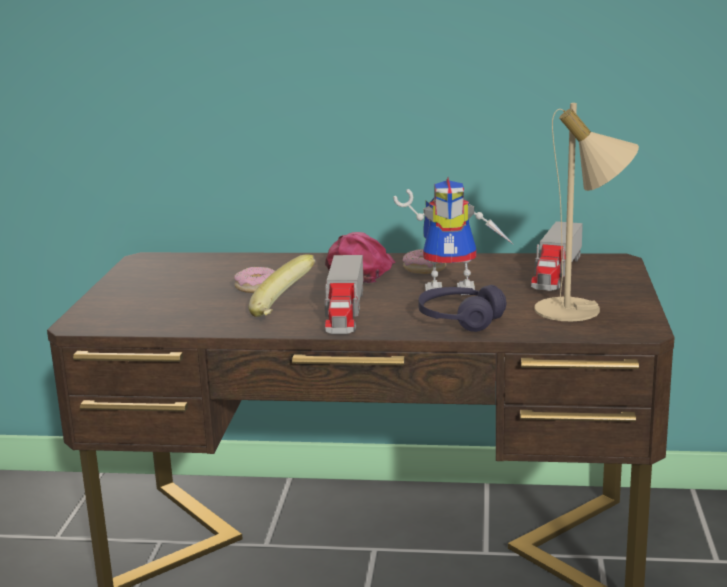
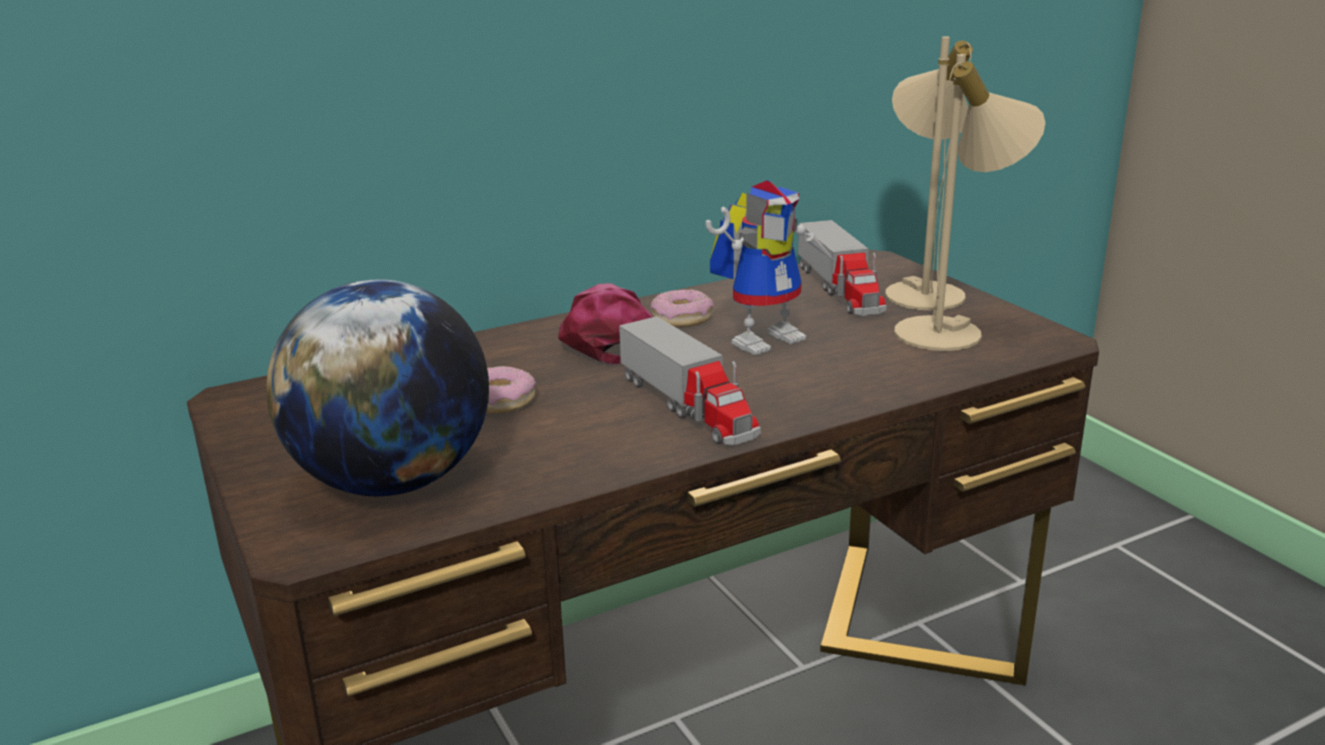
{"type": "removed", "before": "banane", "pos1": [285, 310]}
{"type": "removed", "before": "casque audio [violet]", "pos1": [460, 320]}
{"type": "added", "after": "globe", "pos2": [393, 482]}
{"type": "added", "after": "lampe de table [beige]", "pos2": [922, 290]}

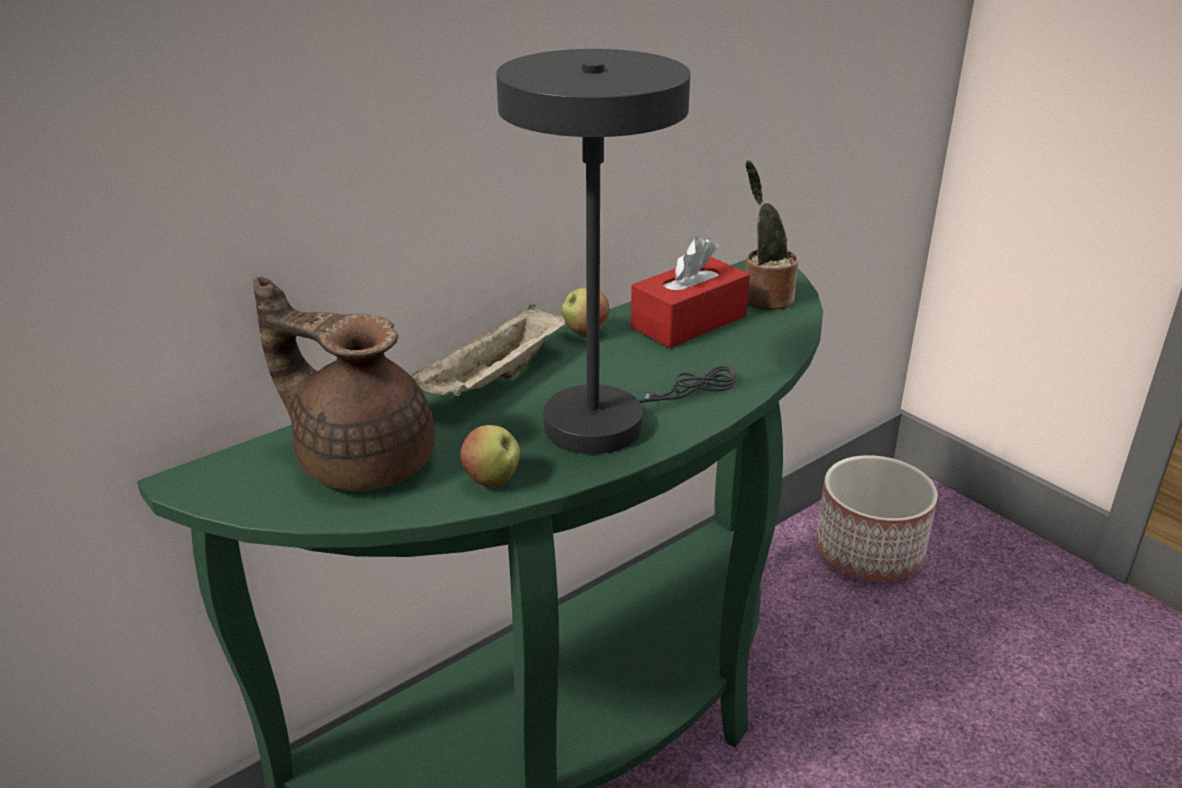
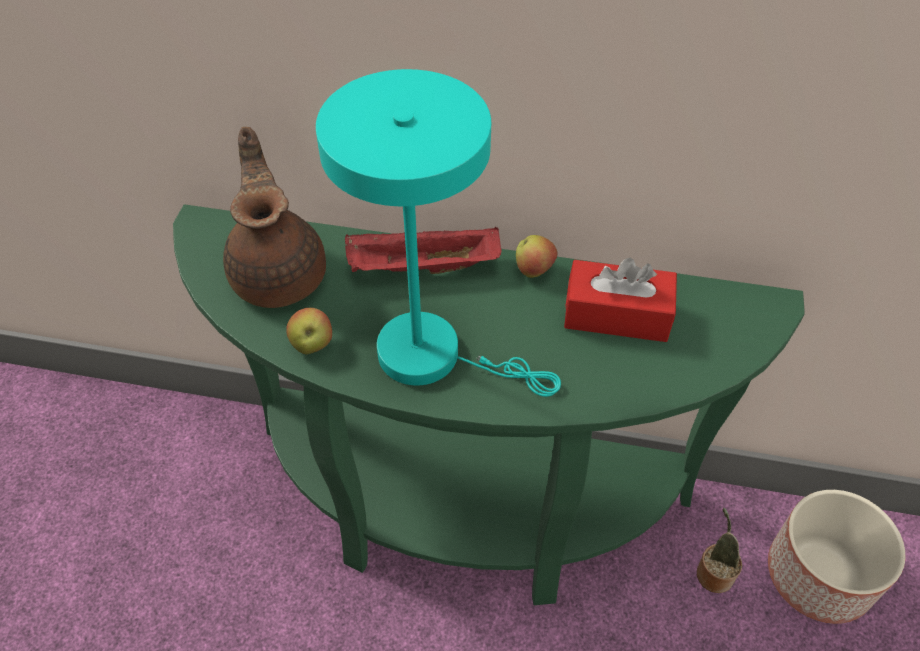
{"type": "moved", "before": "plante en pot", "pos1": [764, 298], "pos2": [713, 572]}
{"type": "recoloured", "before": "plateau [beige]", "after": "plateau [rouge]", "pos1": [493, 381], "pos2": [421, 268]}
{"type": "recoloured", "before": "lampe de table [gris]", "after": "lampe de table [turquoise]", "pos1": [608, 420], "pos2": [433, 355]}

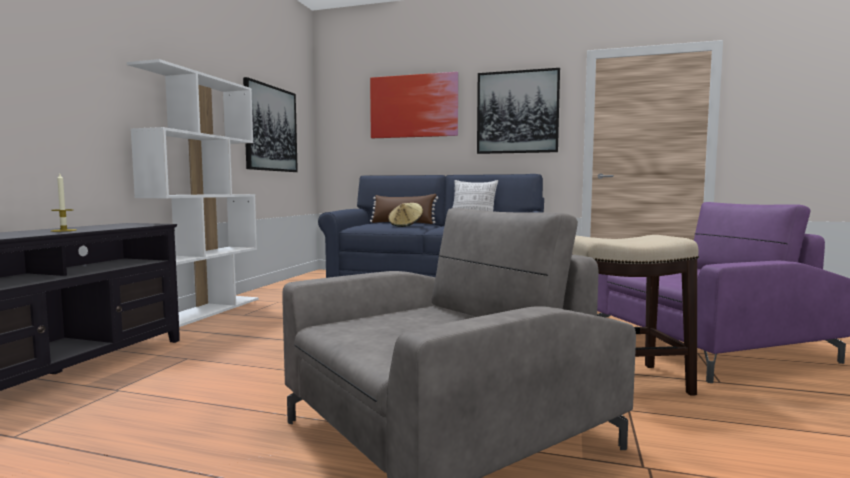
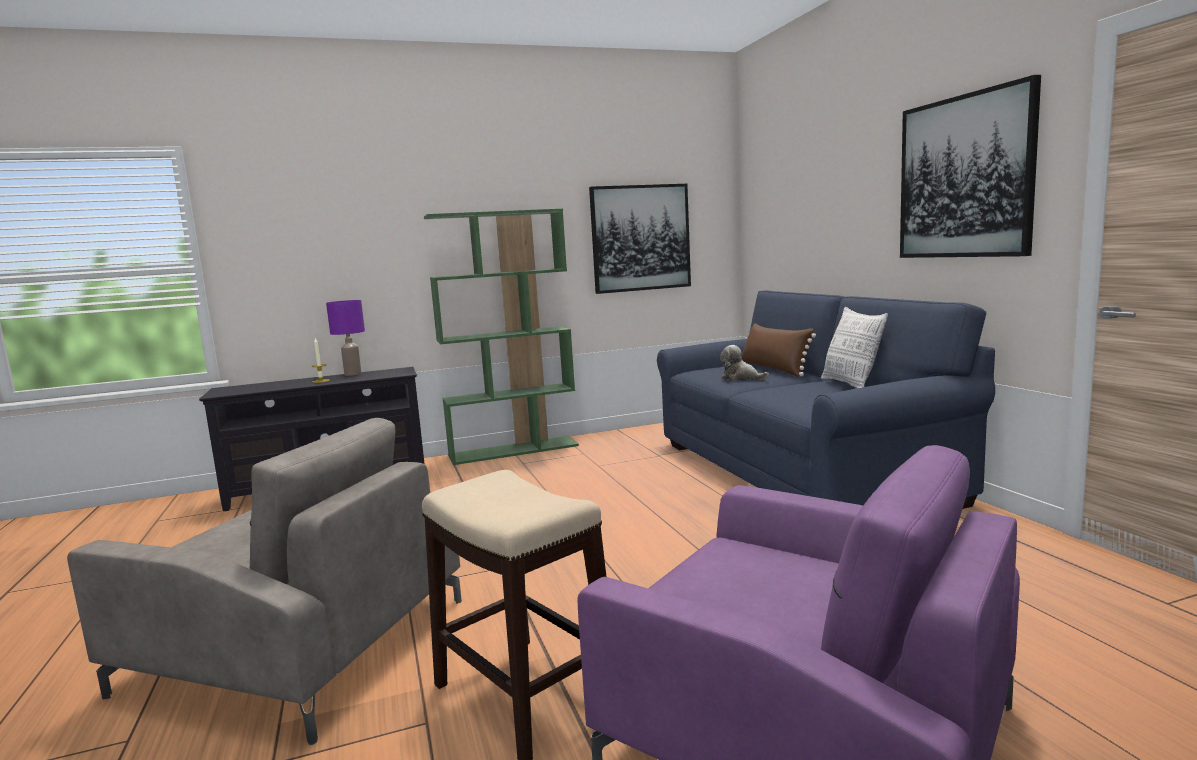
{"type": "removed", "before": "tableau", "pos1": [414, 106]}
{"type": "added", "after": "lampe de table [violet]", "pos2": [353, 374]}
{"type": "replaced", "before": "chapeau [beige]", "after": "peluche", "pos1": [406, 225], "pos2": [741, 378]}
{"type": "recoloured", "before": "bibliothèque [blanc]", "after": "bibliothèque [vert]", "pos1": [206, 311], "pos2": [514, 450]}

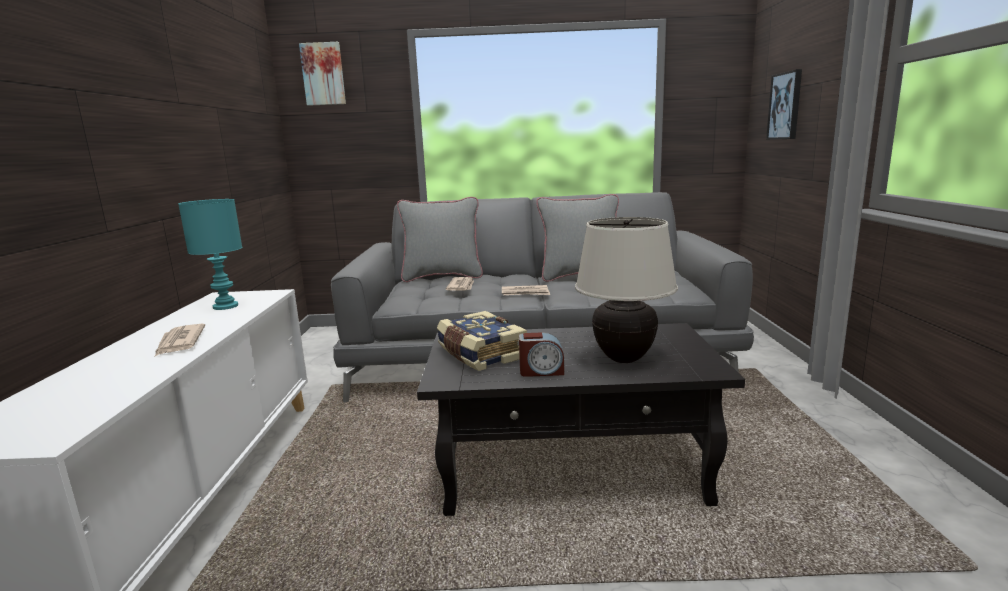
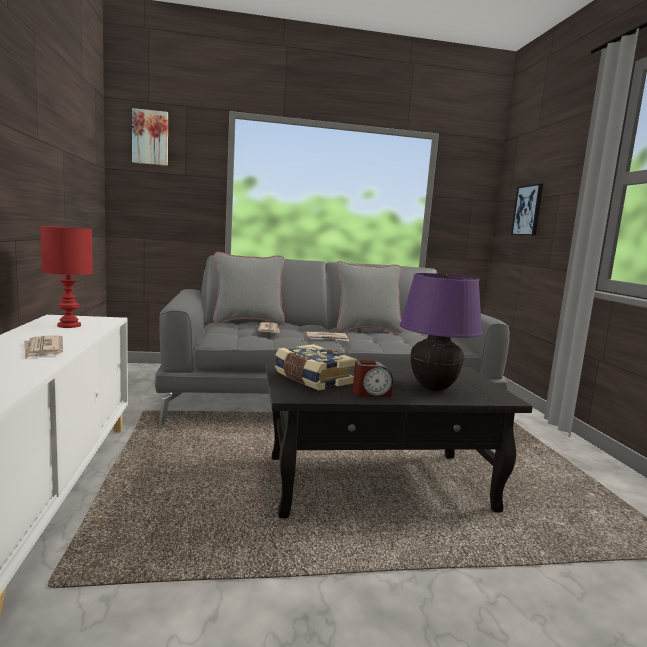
{"type": "recoloured", "before": "lampe de table [turquoise]", "after": "lampe de table [rouge]", "pos1": [226, 306], "pos2": [70, 325]}
{"type": "recoloured", "before": "lampe de table [beige]", "after": "lampe de table [violet]", "pos1": [623, 359], "pos2": [433, 388]}

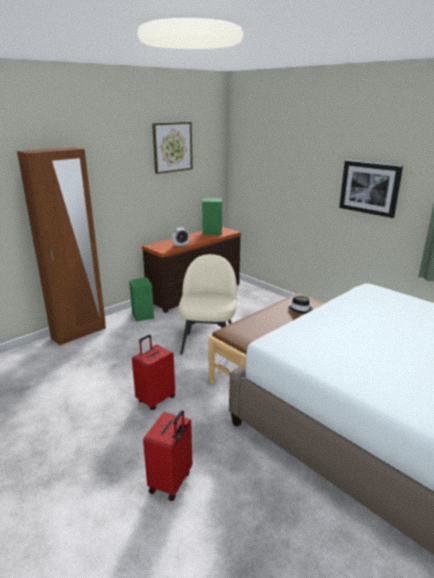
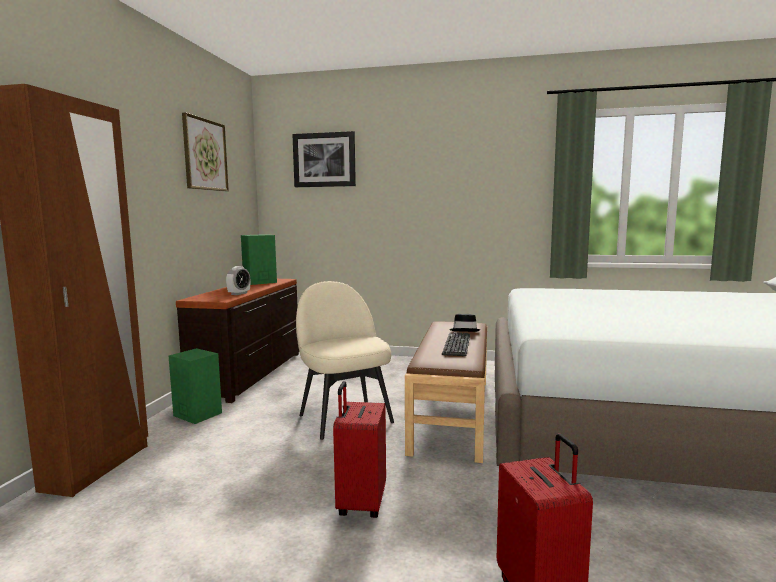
{"type": "added", "after": "clavier", "pos2": [456, 345]}
{"type": "moved", "before": "tableau", "pos1": [369, 188], "pos2": [324, 160]}

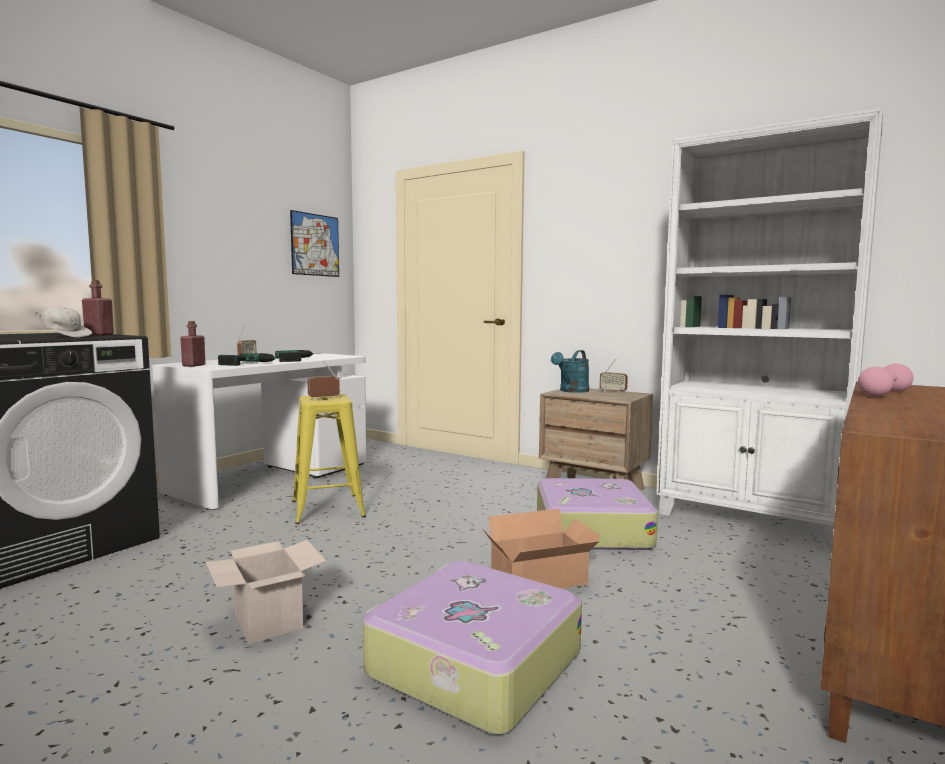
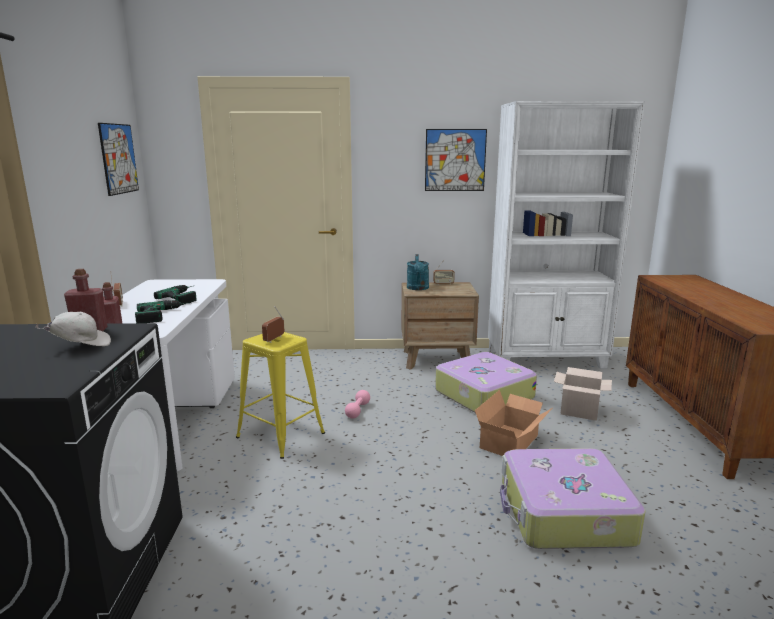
{"type": "added", "after": "tableau", "pos2": [455, 160]}
{"type": "moved", "before": "carton", "pos1": [266, 621], "pos2": [578, 411]}
{"type": "moved", "before": "haltère [rose]", "pos1": [884, 394], "pos2": [358, 410]}

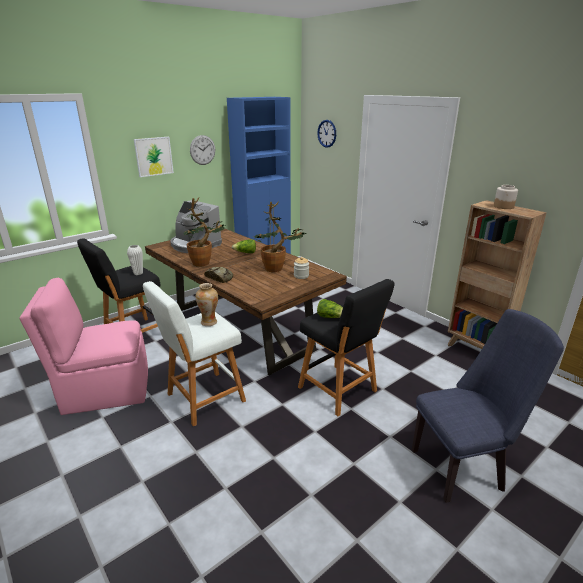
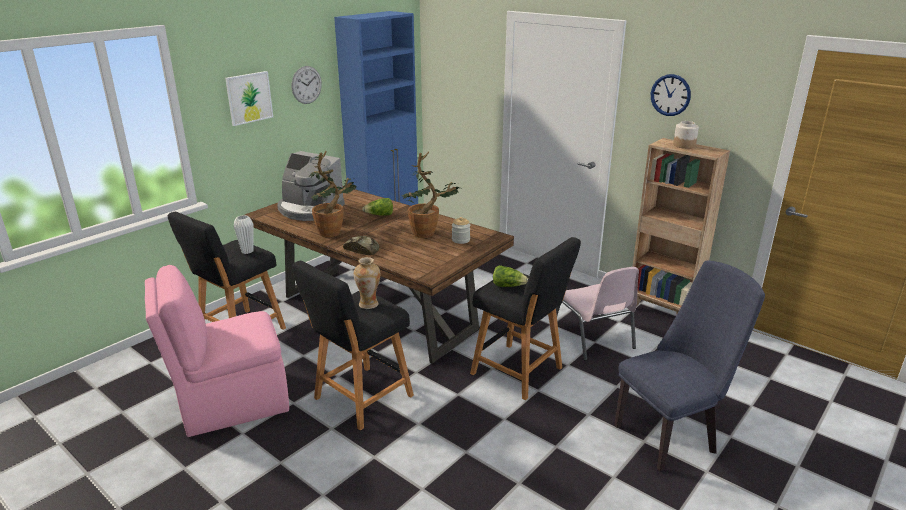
{"type": "added", "after": "chaise [rose]", "pos2": [593, 338]}
{"type": "moved", "before": "horloge murale", "pos1": [327, 133], "pos2": [670, 95]}
{"type": "recoloured", "before": "tabouret [blanc]", "after": "tabouret [noir]", "pos1": [202, 399], "pos2": [360, 399]}

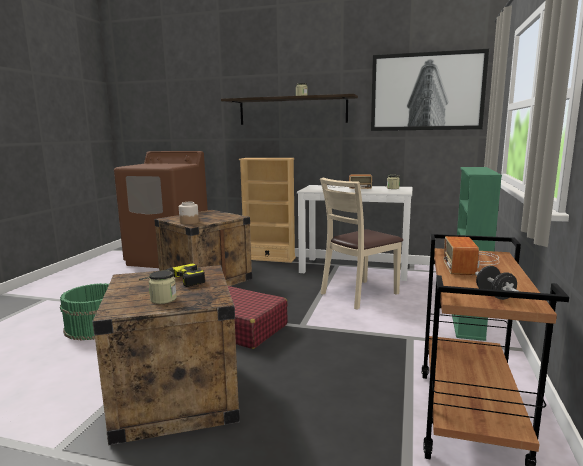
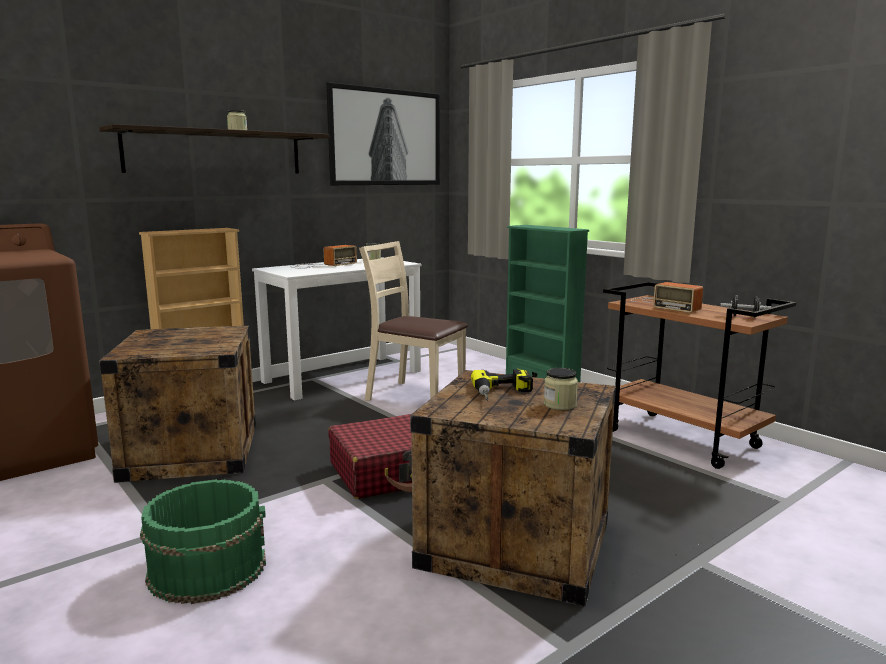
{"type": "removed", "before": "bocal", "pos1": [189, 222]}
{"type": "turned", "before": "chaise [beige]", "pos1": [359, 294], "pos2": [414, 396], "turn": 120}

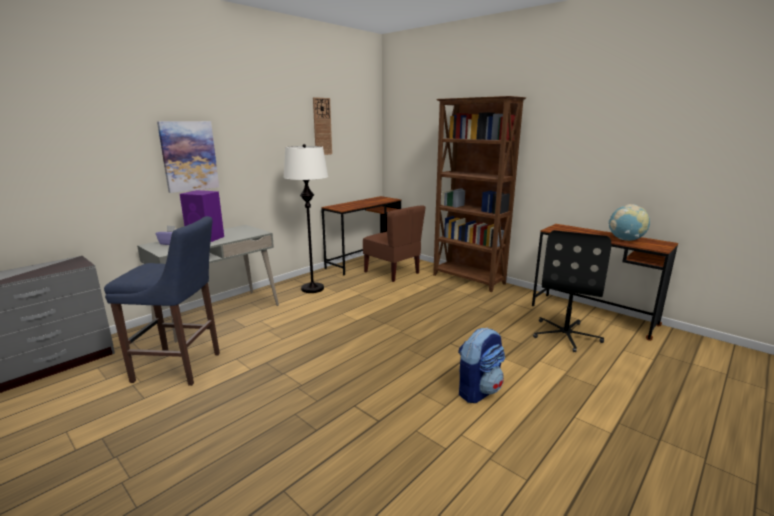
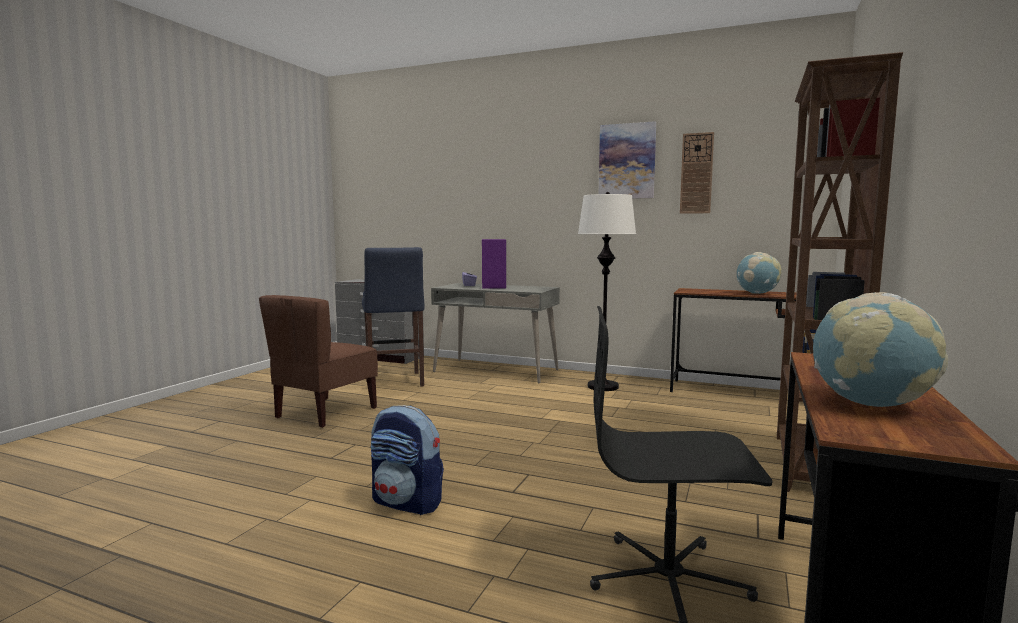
{"type": "added", "after": "globe", "pos2": [757, 293]}
{"type": "moved", "before": "tableau", "pos1": [189, 156], "pos2": [627, 161]}
{"type": "moved", "before": "chaise [marron]", "pos1": [392, 272], "pos2": [325, 413]}

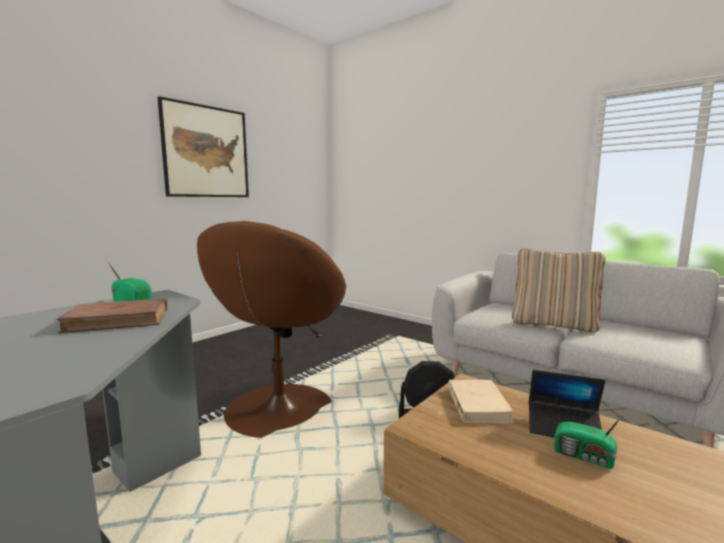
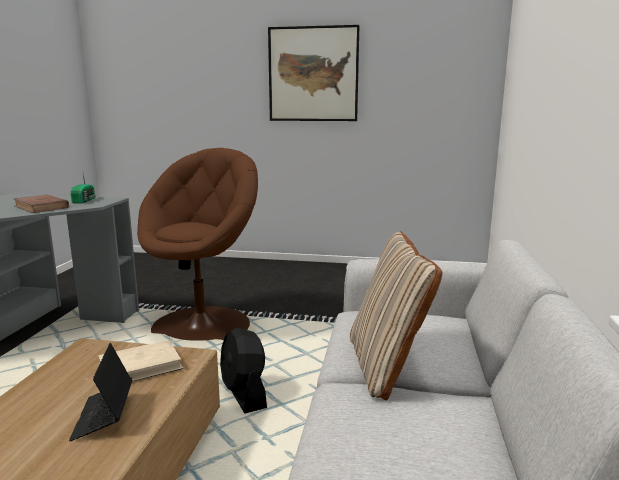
{"type": "removed", "before": "radio", "pos1": [585, 457]}
{"type": "turned", "before": "fauteuil [marron]", "pos1": [278, 409], "pos2": [202, 325], "turn": 135}

